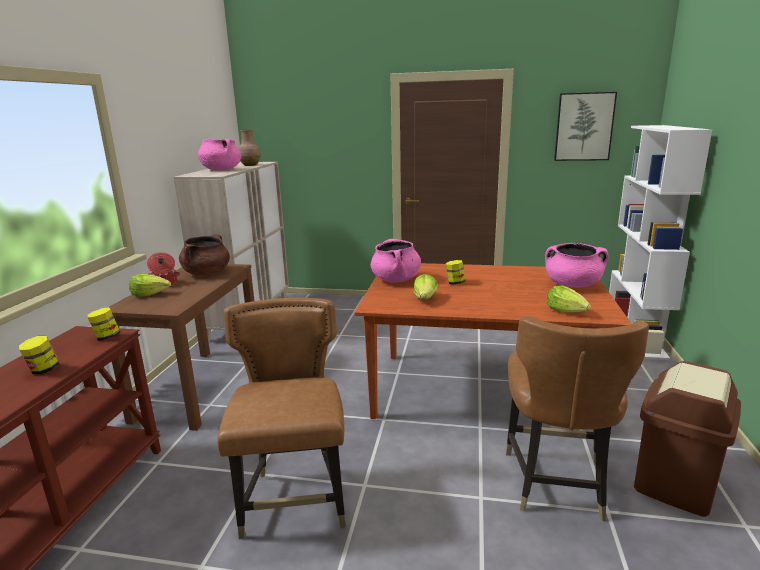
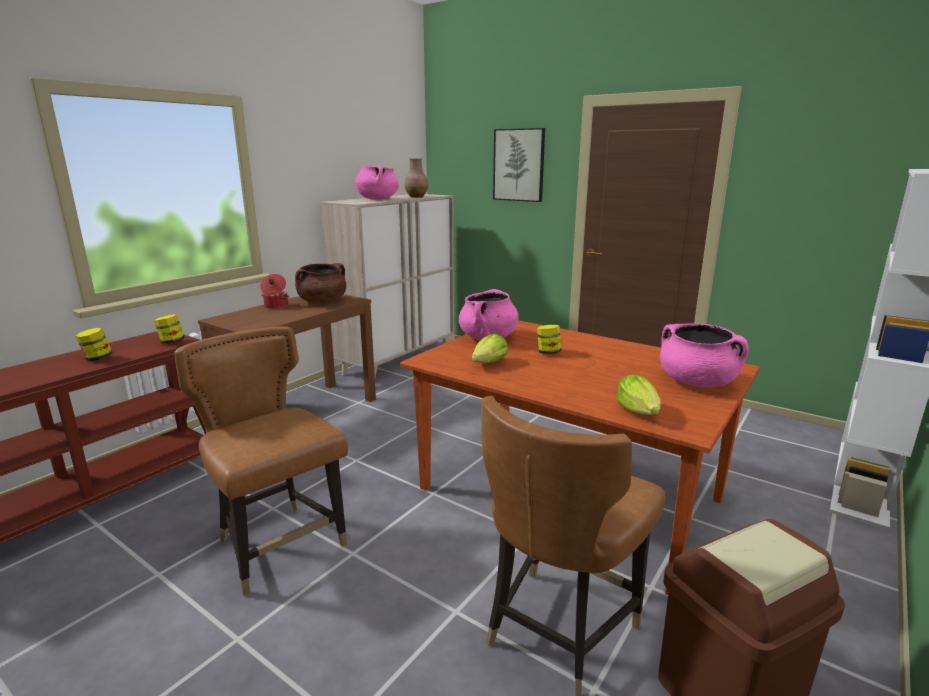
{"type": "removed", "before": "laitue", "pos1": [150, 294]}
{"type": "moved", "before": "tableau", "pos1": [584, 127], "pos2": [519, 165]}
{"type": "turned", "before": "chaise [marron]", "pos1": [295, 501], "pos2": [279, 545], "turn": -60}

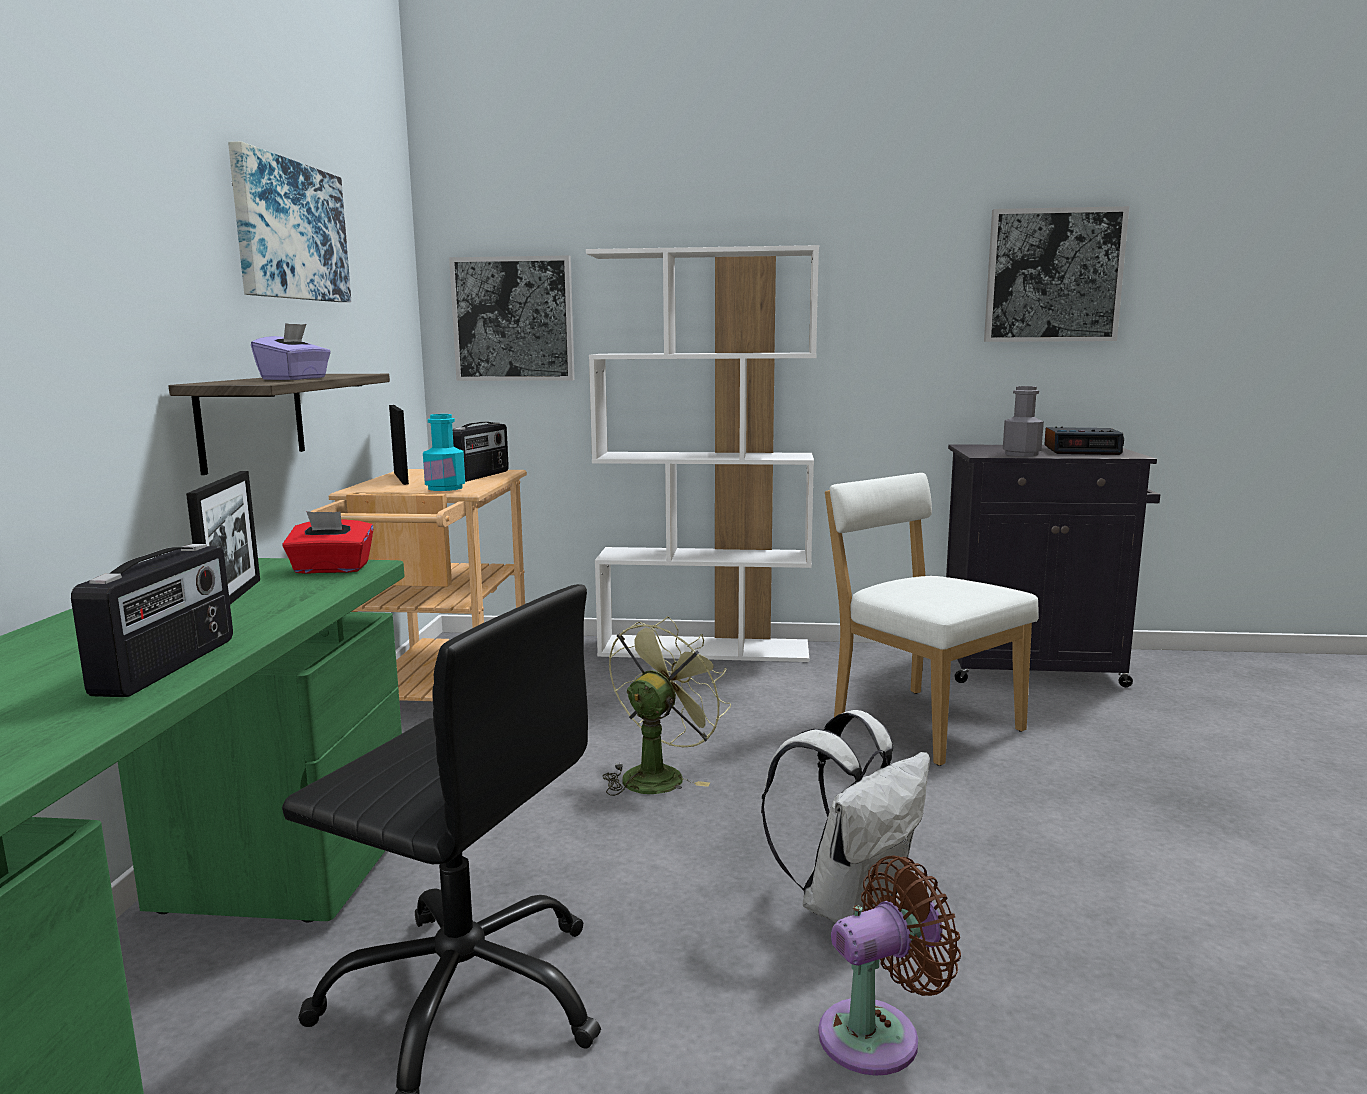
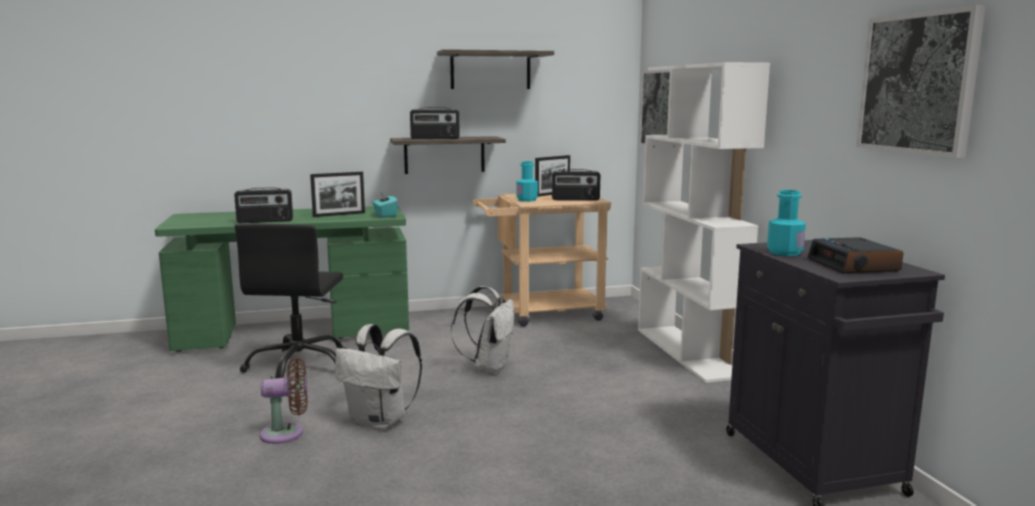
{"type": "removed", "before": "chaise [blanc]", "pos1": [920, 722]}
{"type": "replaced", "before": "tableau", "after": "étagère", "pos1": [289, 231], "pos2": [490, 70]}
{"type": "replaced", "before": "boîte à mouchoirs [violet]", "after": "radio", "pos1": [295, 379], "pos2": [435, 138]}
{"type": "replaced", "before": "ventilateur [vert]", "after": "sac à dos [blanc]", "pos1": [659, 775], "pos2": [489, 367]}
{"type": "recoloured", "before": "boîte à mouchoirs [rouge]", "after": "boîte à mouchoirs [turquoise]", "pos1": [331, 569], "pos2": [385, 215]}
{"type": "recoloured", "before": "bouteille [gris]", "after": "bouteille [turquoise]", "pos1": [1021, 454], "pos2": [784, 252]}
{"type": "turned", "before": "ventilateur [marron]", "pos1": [878, 1034], "pos2": [287, 433], "turn": -60}

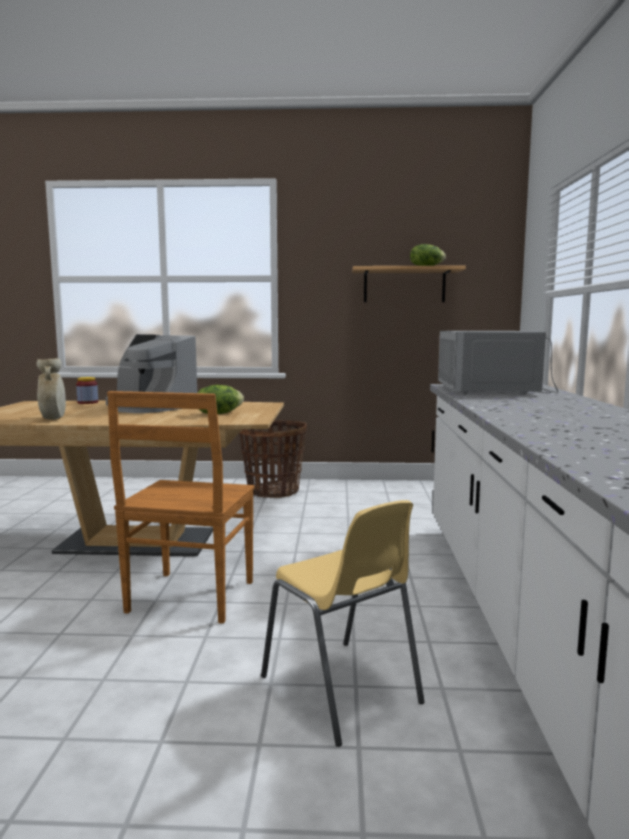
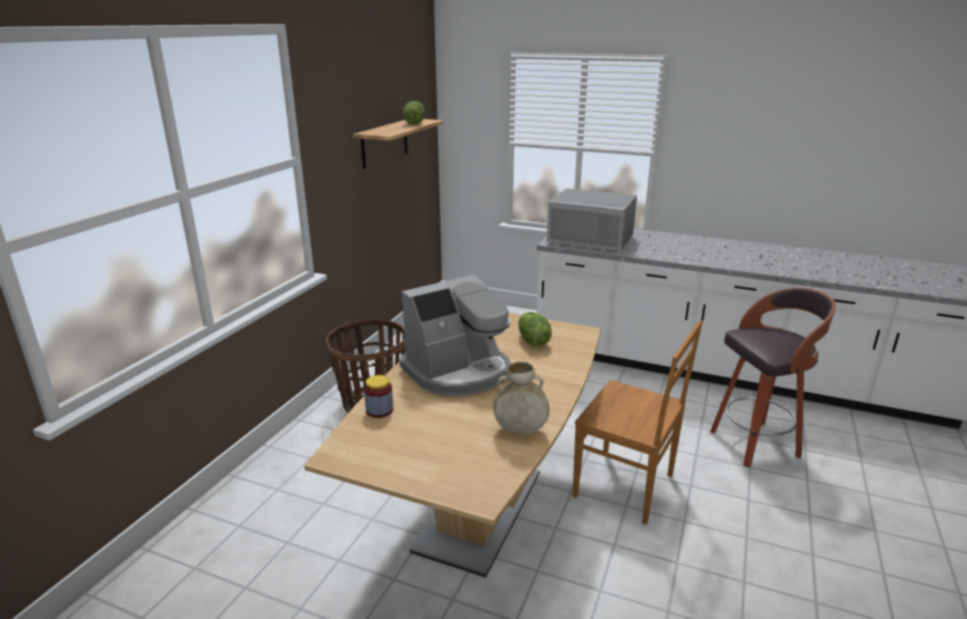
{"type": "replaced", "before": "chaise [jaune]", "after": "tabouret", "pos1": [341, 690], "pos2": [756, 443]}

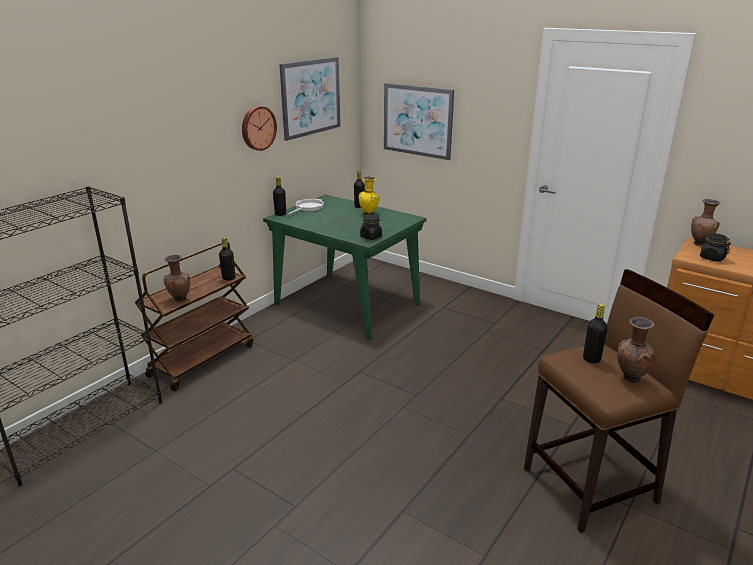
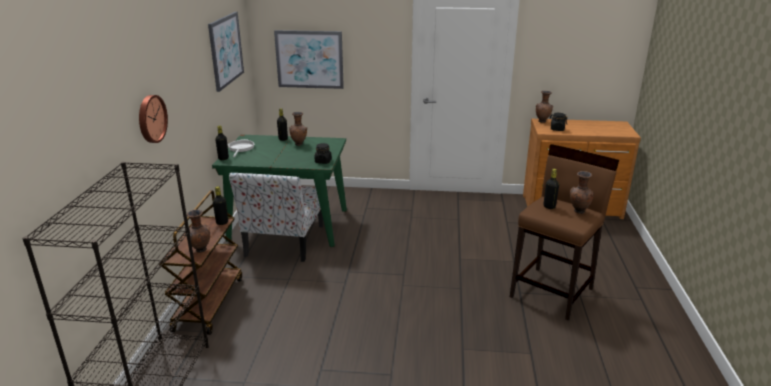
{"type": "added", "after": "chaise", "pos2": [284, 242]}
{"type": "moved", "before": "horloge murale", "pos1": [257, 128], "pos2": [151, 118]}
{"type": "recoloured", "before": "vase [jaune]", "after": "vase [marron]", "pos1": [369, 214], "pos2": [299, 144]}

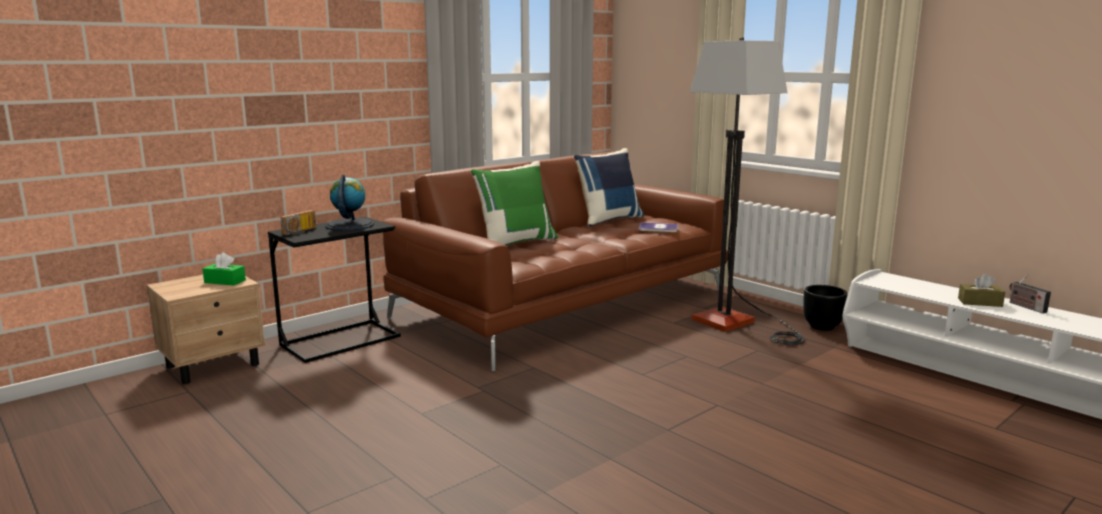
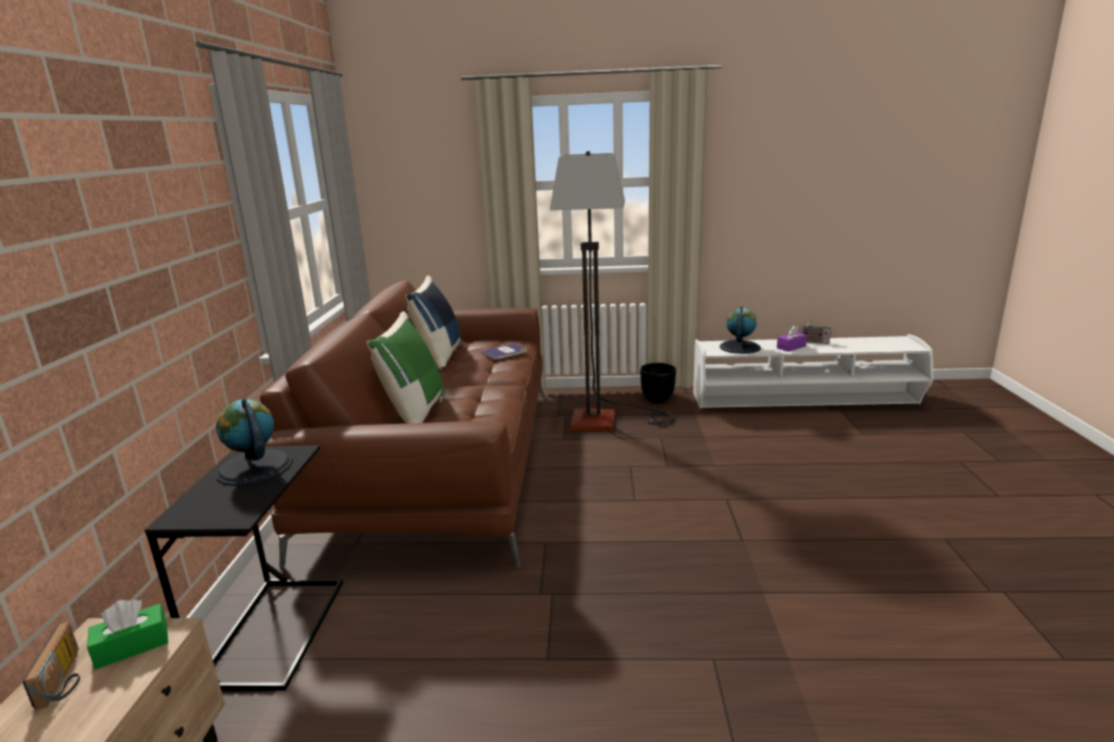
{"type": "added", "after": "globe", "pos2": [739, 347]}
{"type": "moved", "before": "radio", "pos1": [301, 231], "pos2": [66, 678]}
{"type": "recoloured", "before": "boîte à mouchoirs [marron]", "after": "boîte à mouchoirs [violet]", "pos1": [980, 302], "pos2": [791, 347]}

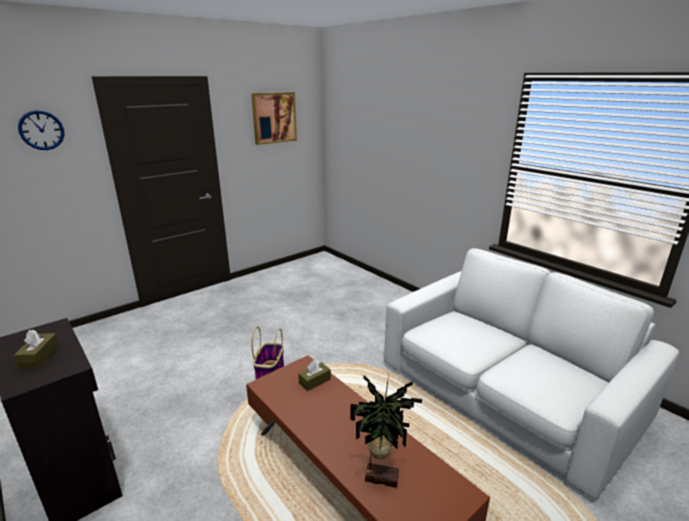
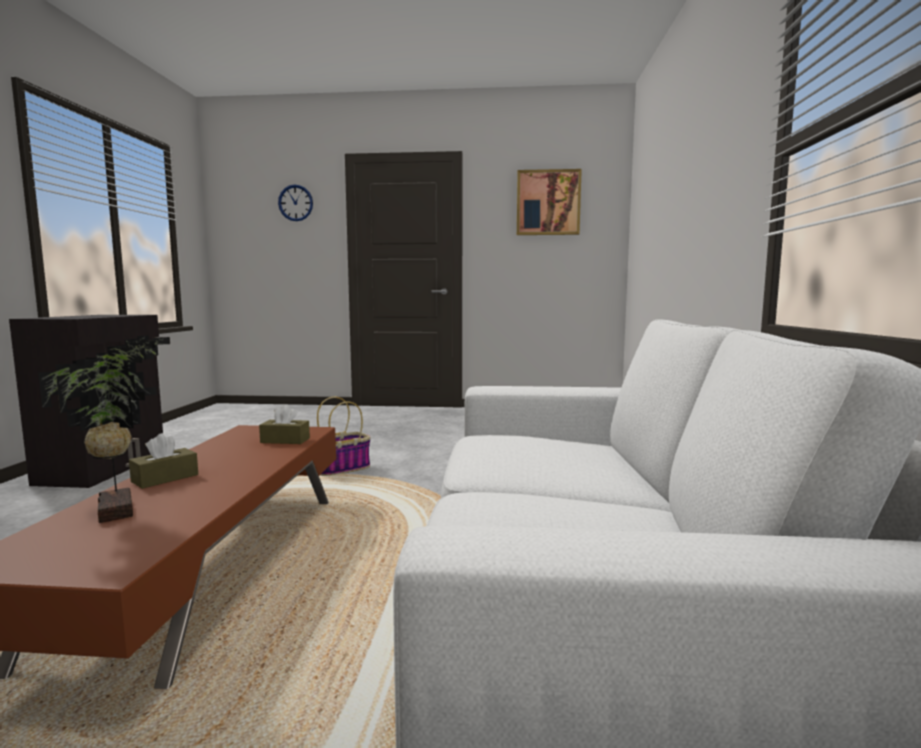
{"type": "moved", "before": "boîte à mouchoirs [marron]", "pos1": [39, 357], "pos2": [165, 478]}

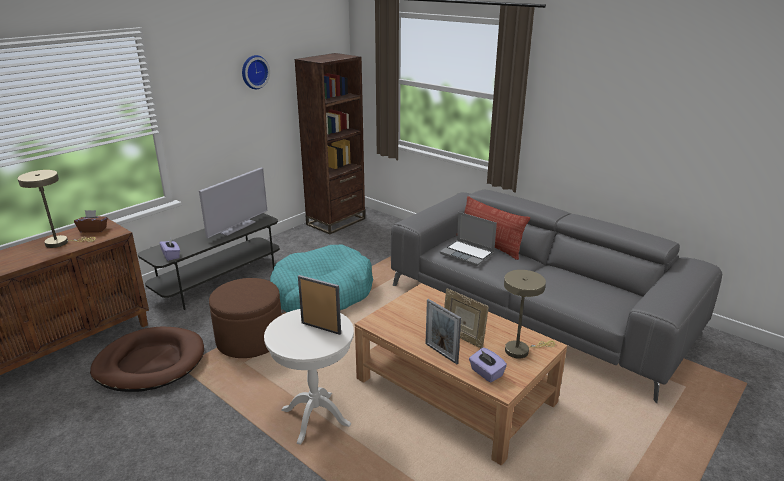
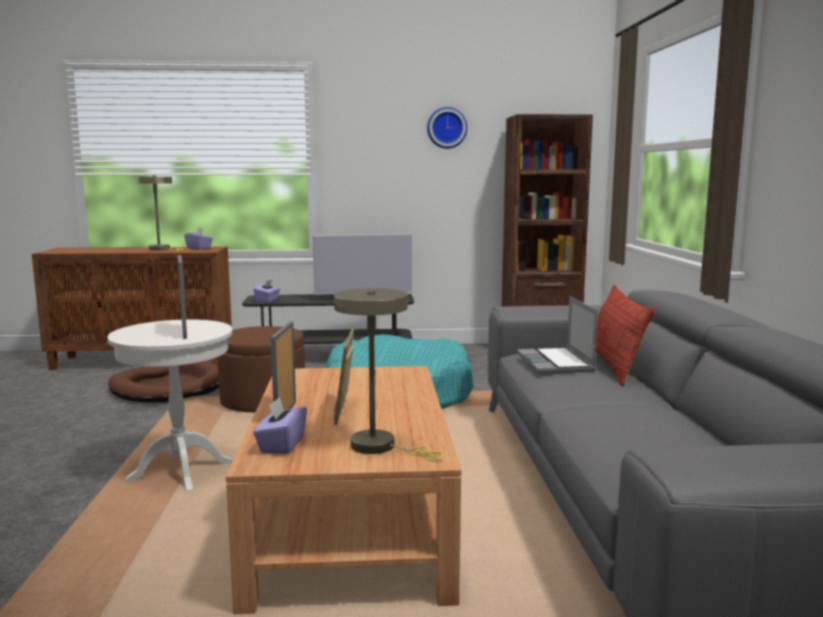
{"type": "recoloured", "before": "boîte à mouchoirs [marron]", "after": "boîte à mouchoirs [violet]", "pos1": [93, 230], "pos2": [199, 248]}

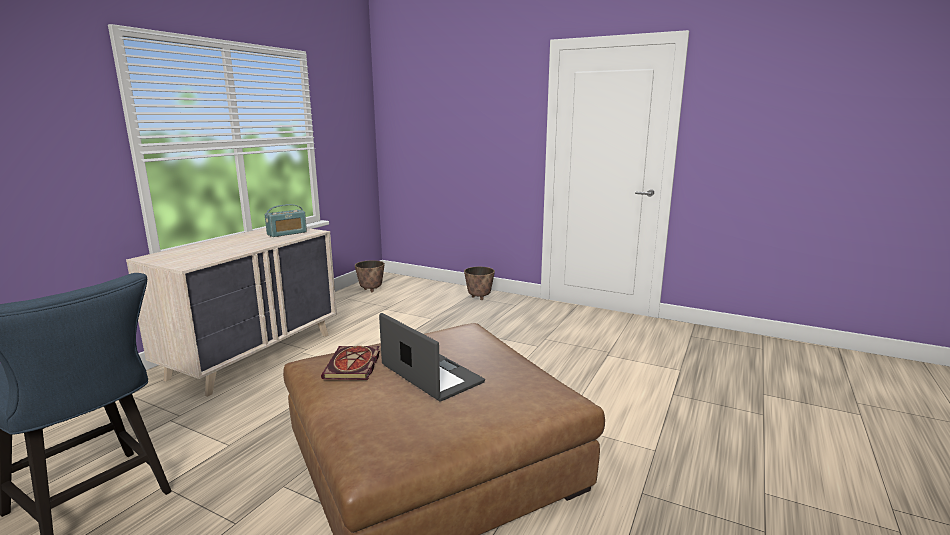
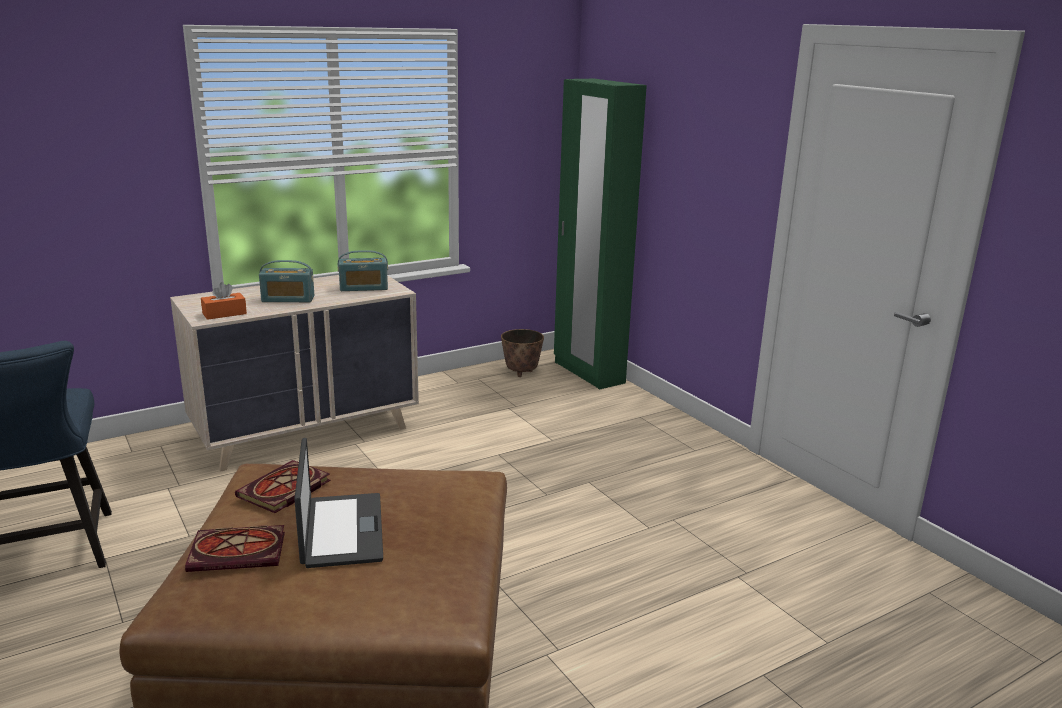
{"type": "removed", "before": "cache-pot", "pos1": [479, 297]}
{"type": "added", "after": "livre", "pos2": [240, 551]}
{"type": "added", "after": "boîte à mouchoirs [orange]", "pos2": [224, 314]}
{"type": "added", "after": "radio", "pos2": [288, 299]}
{"type": "added", "after": "armoire [vert]", "pos2": [588, 373]}

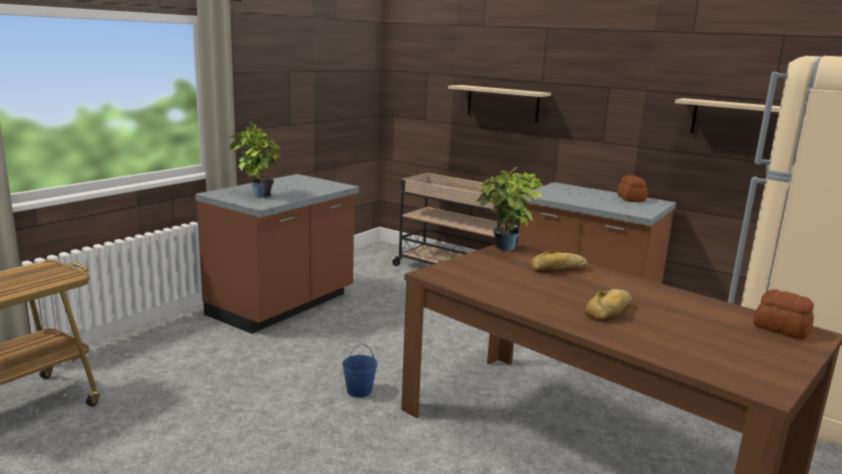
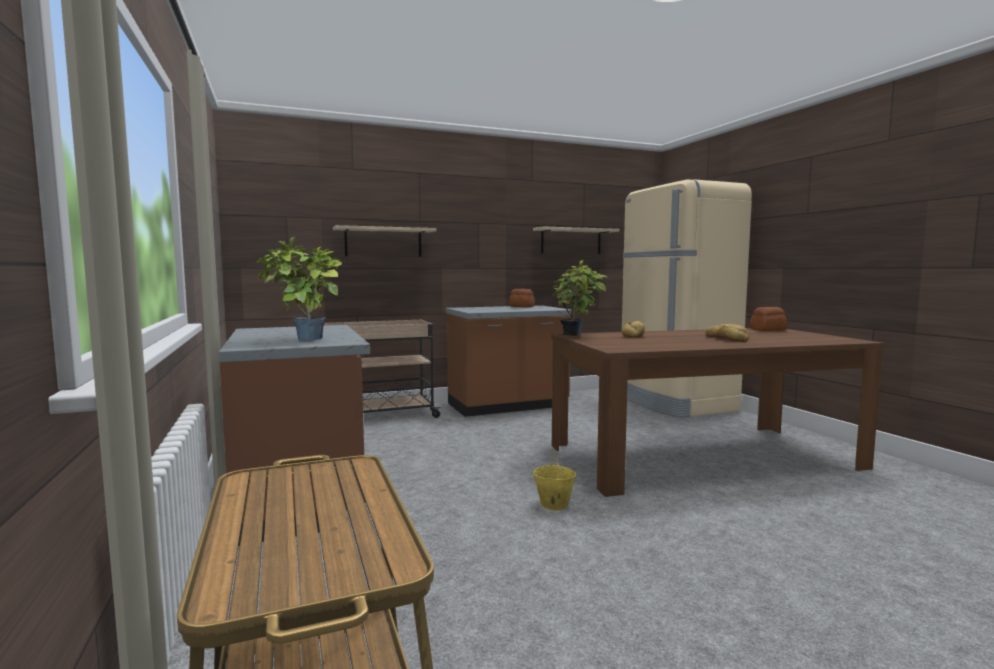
{"type": "recoloured", "before": "seau [bleu]", "after": "seau [jaune]", "pos1": [359, 391], "pos2": [553, 504]}

